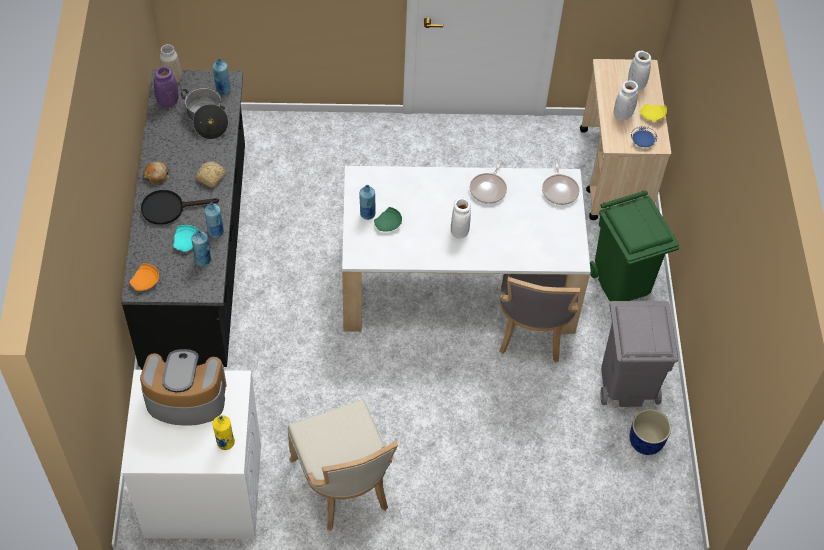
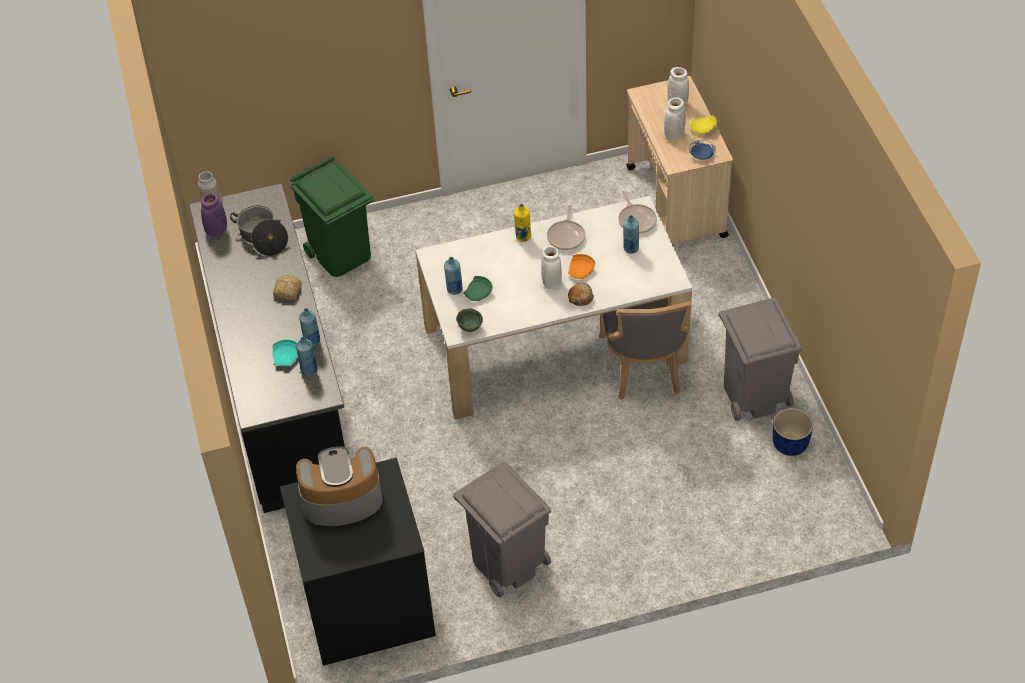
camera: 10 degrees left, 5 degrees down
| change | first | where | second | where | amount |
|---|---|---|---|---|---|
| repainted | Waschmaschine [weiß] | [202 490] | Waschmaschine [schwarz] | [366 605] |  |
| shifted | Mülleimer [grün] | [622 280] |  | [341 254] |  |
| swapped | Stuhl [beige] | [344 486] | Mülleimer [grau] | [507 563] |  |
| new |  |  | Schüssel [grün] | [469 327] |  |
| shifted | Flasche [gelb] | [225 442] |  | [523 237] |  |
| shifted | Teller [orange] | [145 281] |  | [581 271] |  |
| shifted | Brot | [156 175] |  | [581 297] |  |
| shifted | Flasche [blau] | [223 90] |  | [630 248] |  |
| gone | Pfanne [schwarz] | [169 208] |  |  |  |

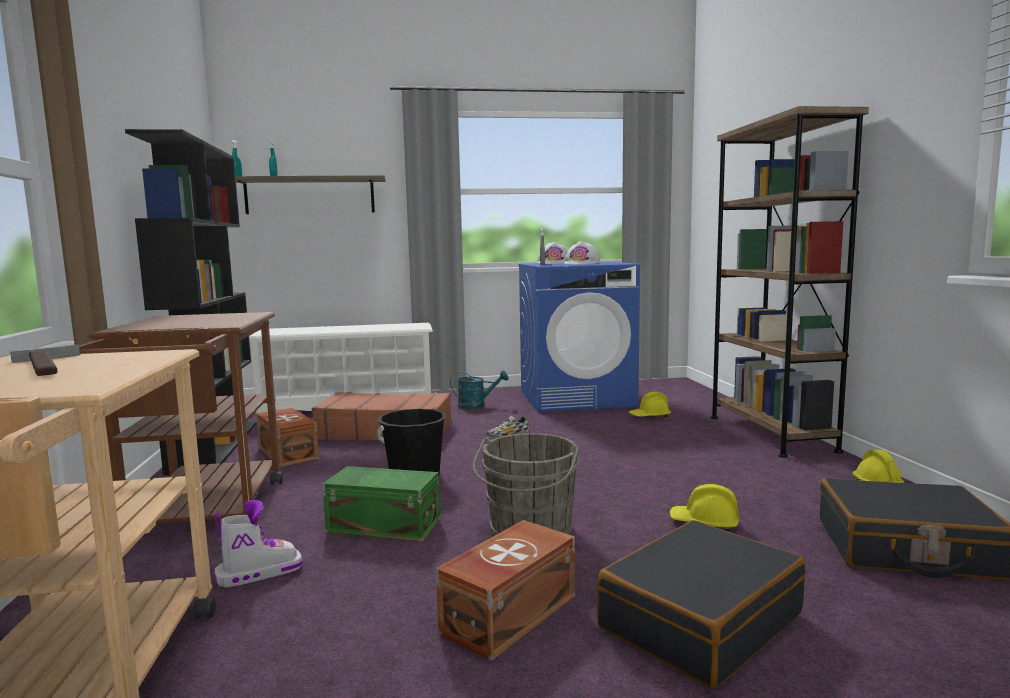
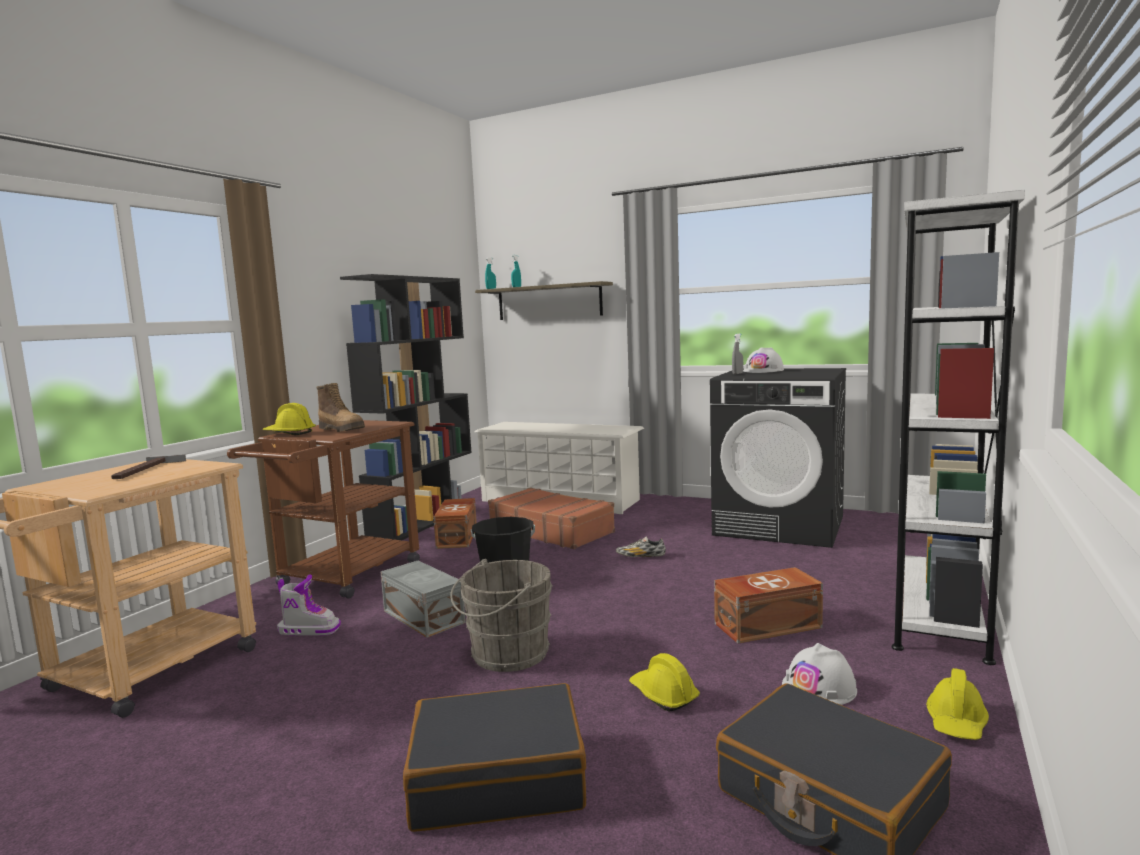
camera: 35 degrees right, 0 degrees up
| change | first | where | second | where | amount |
|---|---|---|---|---|---|
| shifted | Schutzhelm [gelb] | [649 416] |  | [289 433] |  |
| new |  |  | Stiefel | [343 430] |  |
| repainted | Aufbewahrungsbox [grün] | [383 525] | Aufbewahrungsbox [grau] | [424 616] |  |
| repainted | Waschmaschine [blau] | [577 398] | Waschmaschine [schwarz] | [780 525] |  |
| shifted | Aufbewahrungsbox [braun] | [506 614] |  | [765 625] |  |
| shifted | Schutzhelm [weiß] | [582 263] |  | [819 688] |  |
| repainted | Bücherregal [braun] | [770 433] | Bücherregal [weiß] | [939 615] |  |
| gone | Gießkanne [türkis] | [477 405] |  |  |  |

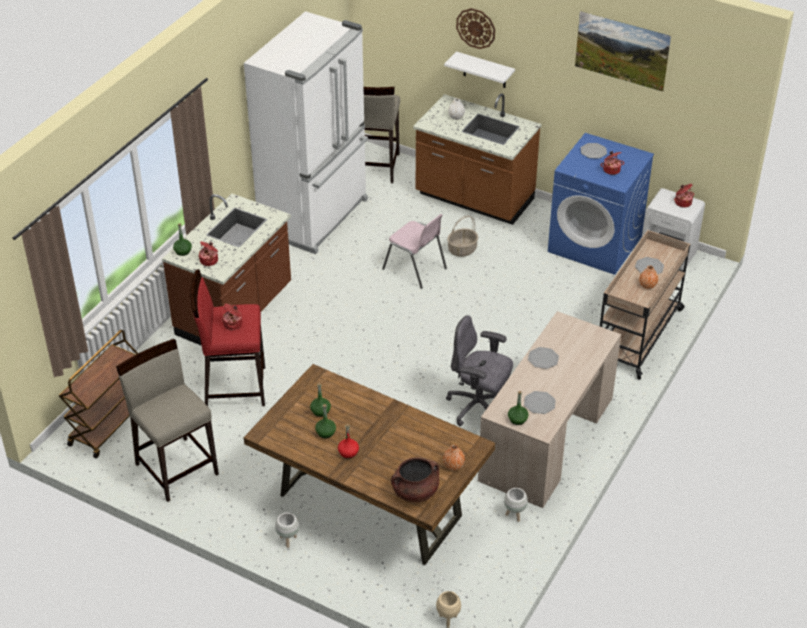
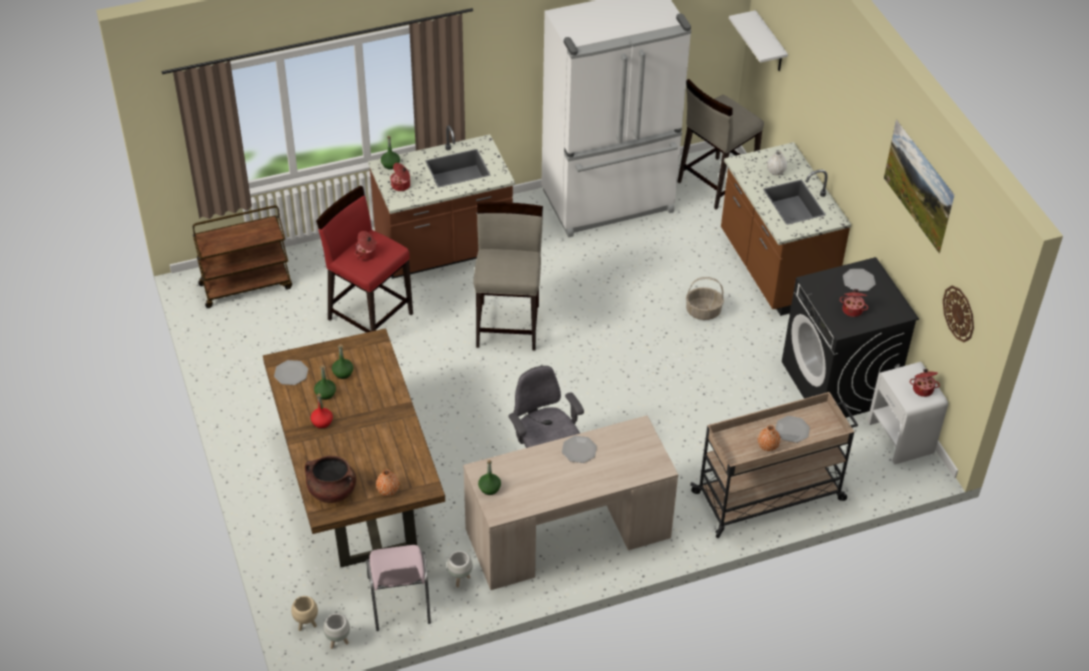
camera: 40 degrees right, 5 degrees up
| change | first | where | second | where | amount |
|---|---|---|---|---|---|
| shifted | Teller | [539 403] |  | [291 373] |  |
| shifted | Pflanzkübel [weiß] | [288 540] |  | [338 642] |  |
| shifted | Stuhl [rosa] | [415 269] |  | [399 601] |  |
| shifted | Hocker [beige] | [177 468] |  | [508 325] |  |
| shifted | Wandregal [weiß] | [485 70] |  | [770 43] |  |
| repainted | Waschmaschine [blau] | [595 244] | Waschmaschine [schwarz] | [838 383] |  |
| shifted | Wanduhr | [476 28] |  | [959 313] |  |

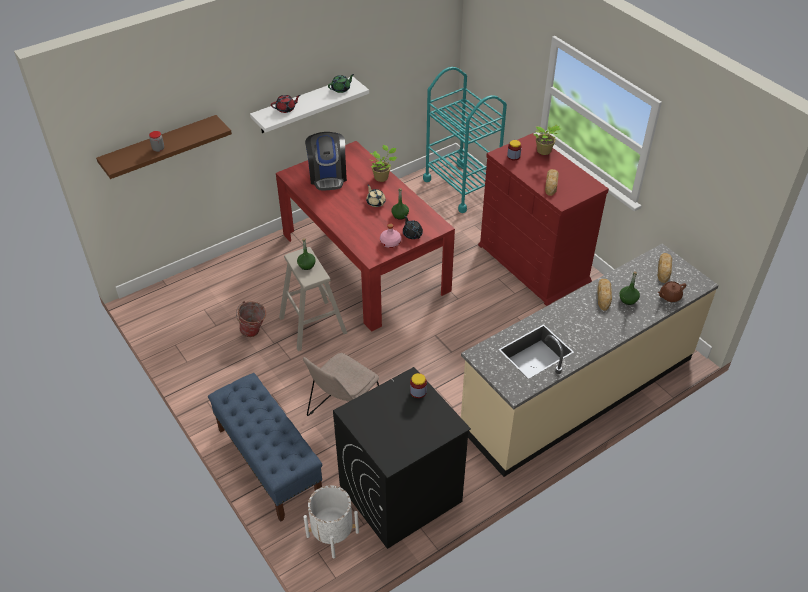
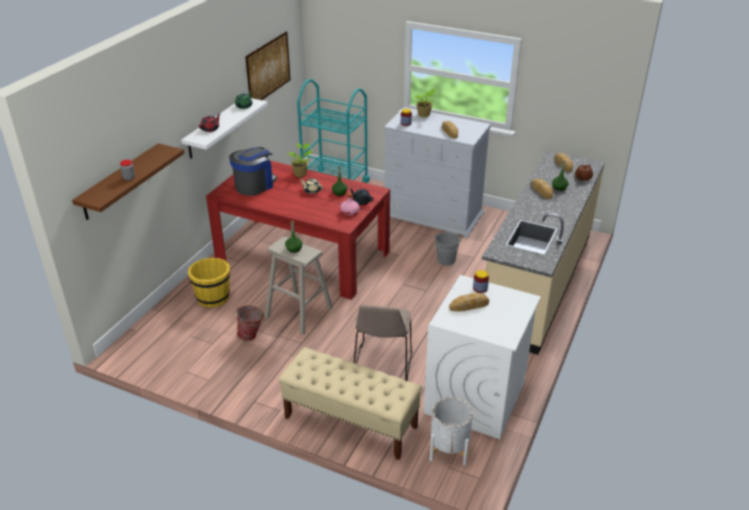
camera: 30 degrees left, 10 degrees down
| change | first | where | second | where | amount |
|---|---|---|---|---|---|
| new |  |  | Eimer [gelb] | [213 298] |  |
| rotated | Kaffeemaschine | [328 176] |  | [254 185] | 105 degrees counterclockwise |
| new |  |  | Bild | [268 68] |  |
| repainted | Bank [blau] | [269 462] | Bank [beige] | [350 422] |  |
| repainted | Kommode [rot] | [533 263] | Kommode [weiß] | [433 215] |  |
| repainted | Waschmaschine [schwarz] | [400 494] | Waschmaschine [weiß] | [475 398] |  |
| new |  |  | Eimer [grau] | [445 261] |  |
| new |  |  | Brot | [469 305] |  |

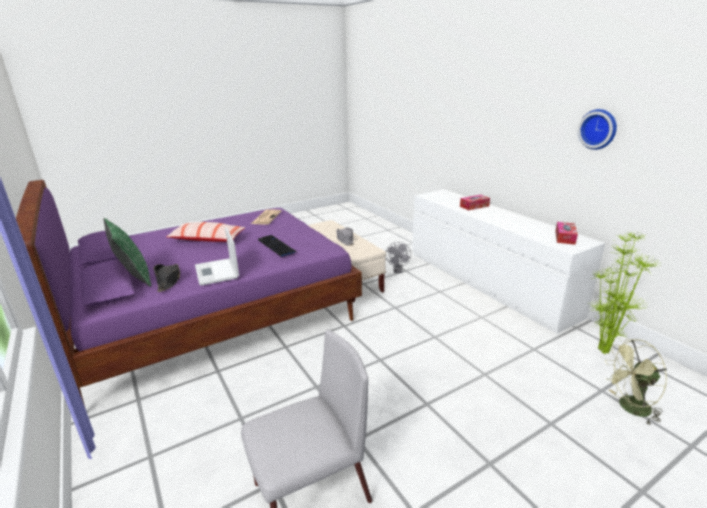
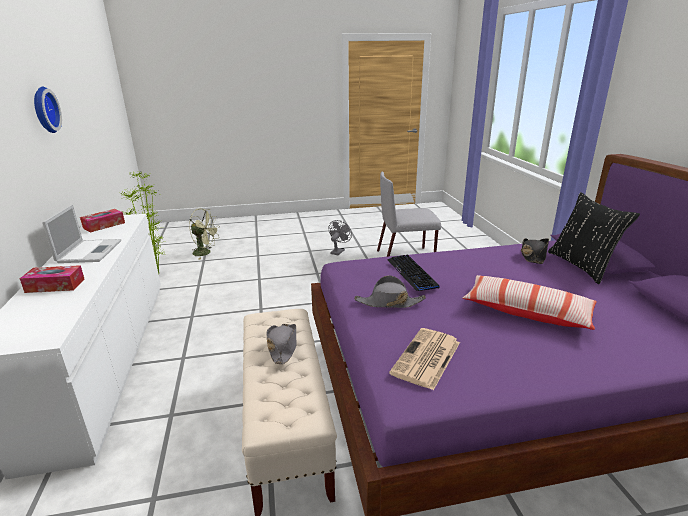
camera: 160 degrees left, 0 degrees up
| change | first | where | second | where | amount |
|---|---|---|---|---|---|
| shifted | Laptop | [217 272] |  | [90 251] |  |
| shifted | Ventilator [grau] | [398 271] |  | [338 251] |  |
| new |  |  | Hut [grau] | [389 302] |  |
| repainted | Kissen [grün] | [134 277] | Kissen [schwarz] | [581 266] |  |

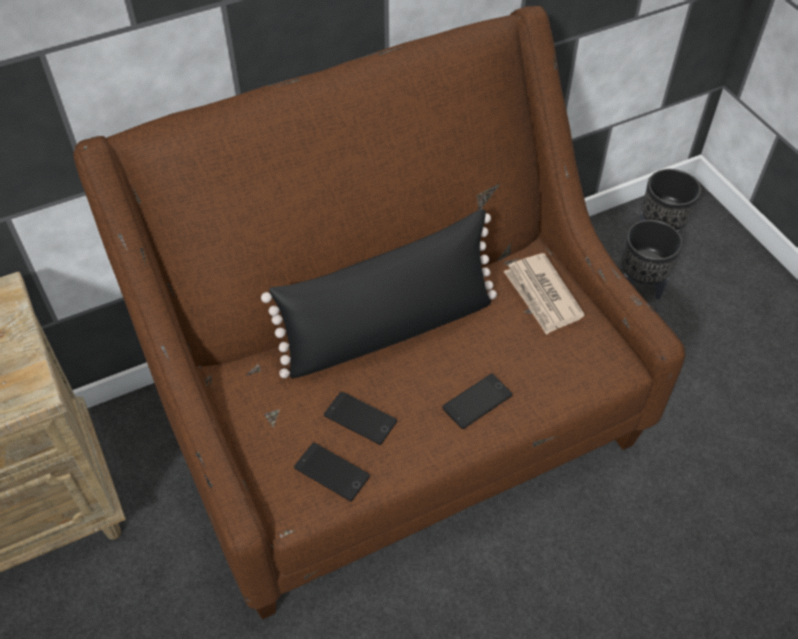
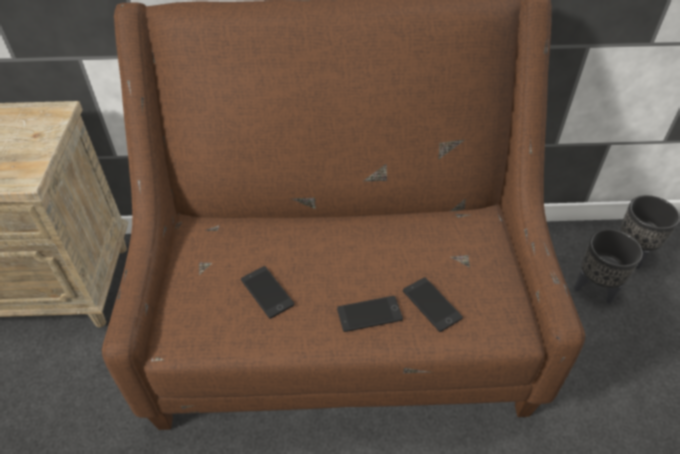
camera: 25 degrees right, 5 degrees down
| change | first | where | second | where | amount |
|---|---|---|---|---|---|
| shifted | Handy | [332 472] |  | [431 304] |  |
| gone | Kissen [schwarz] | [389 329] |  |  |  |
| gone | Zeitung | [542 296] |  |  |  |

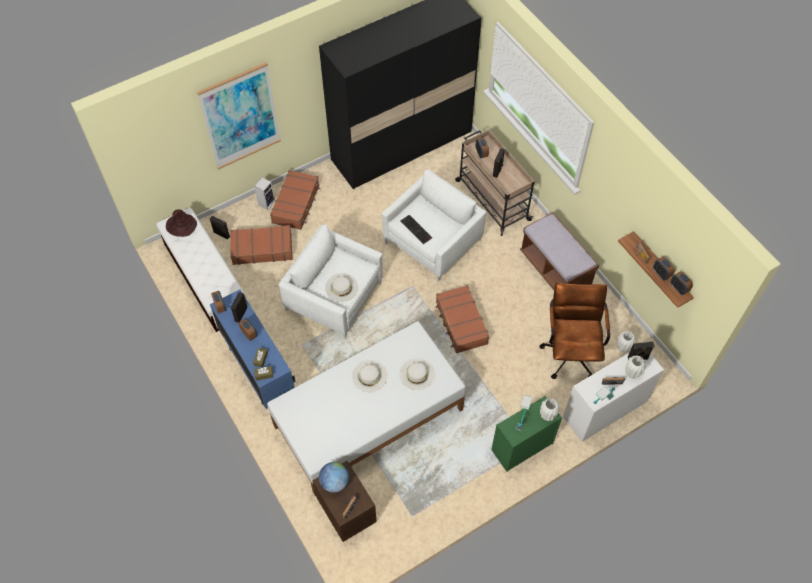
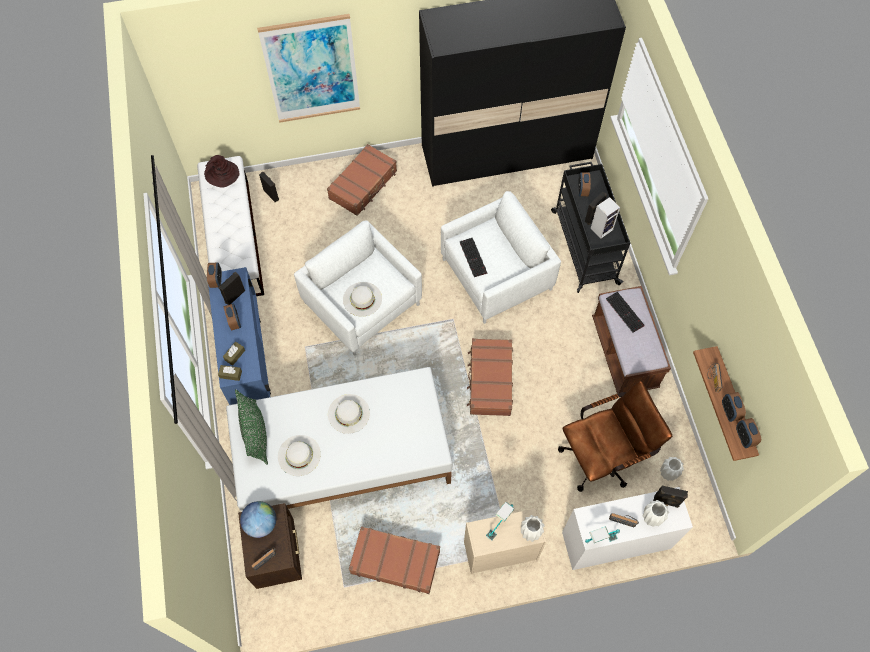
camera: 20 degrees right, 5 degrees up
| change | first | where | second | where | amount |
|---|---|---|---|---|---|
| new |  |  | Kissen [grün] | [255 433] |  |
| shifted | Hut [weiß] | [417 374] |  | [299 455] |  |
| shifted | Koffer [braun] | [262 249] |  | [395 561] |  |
| repainted | Kommode [grün] | [521 447] | Kommode [beige] | [499 551] |  |
| repainted | Rollwagen [beige] | [492 199] | Rollwagen [schwarz] | [584 246] |  |
| rotated | Bürostuhl [braun] | [570 351] |  | [603 456] | 45 degrees clockwise |
| shifted | Lautsprecher | [266 202] |  | [602 228] |  |
| new |  |  | Tastatur | [625 312] |  |

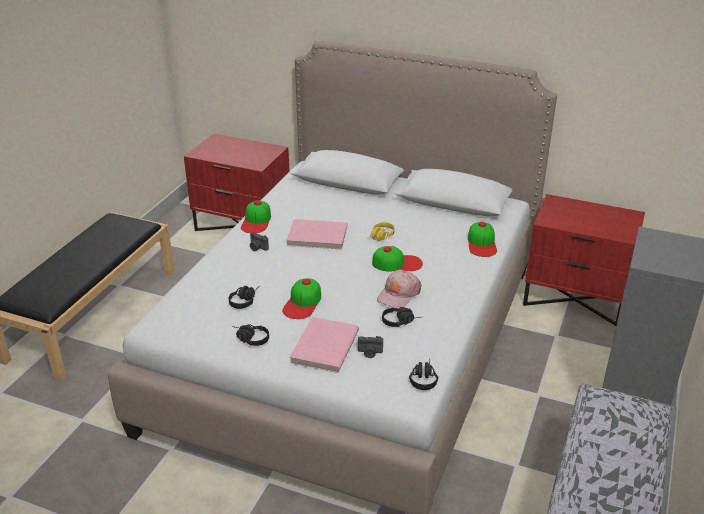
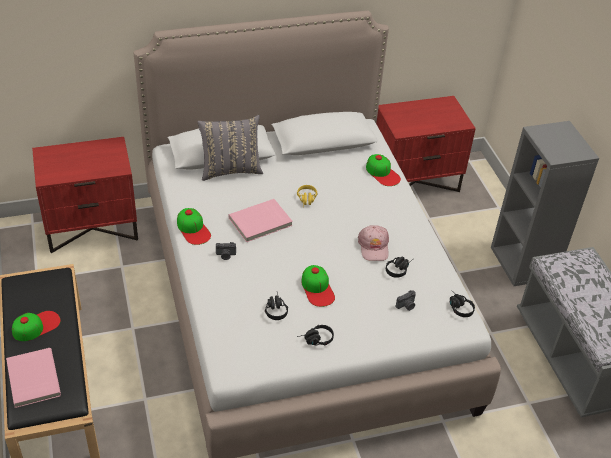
camera: 40 degrees left, 10 degrees up
| change | first | where | second | where | amount |
|---|---|---|---|---|---|
| shifted | Buch [rosa] | [323 346] |  | [32 379] |  |
| shifted | Kappe | [397 263] |  | [36 326] |  |
| new |  |  | Kissen [grau] | [230 170] |  |

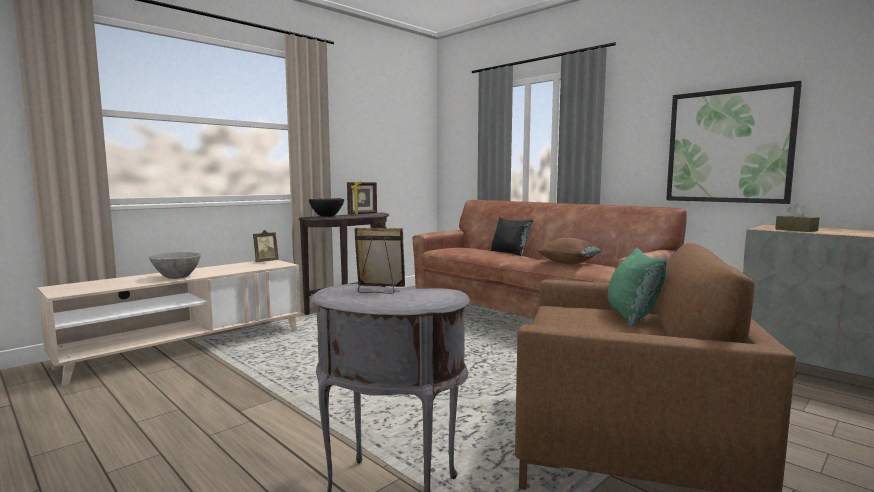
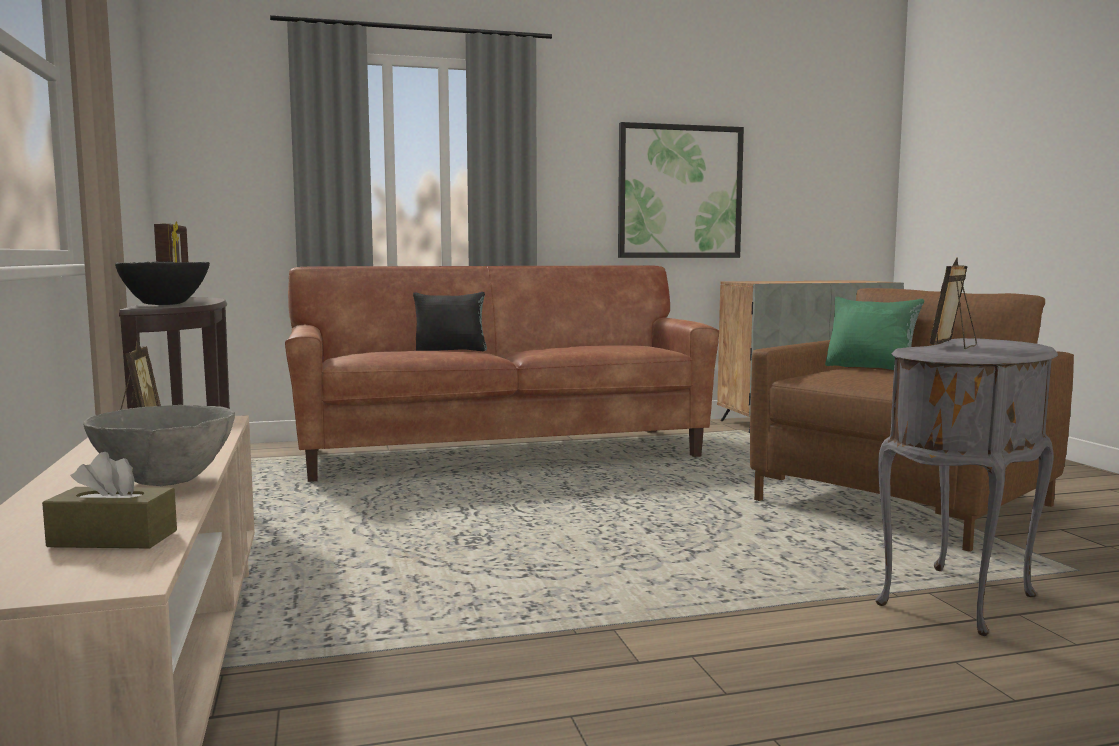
camera: 60 degrees left, 0 degrees up
| change | first | where | second | where | amount |
|---|---|---|---|---|---|
| shifted | Taschentuchbox [braun] | [796 230] |  | [113 539] |  |
| gone | Kissen [braun] | [568 263] |  |  |  |

